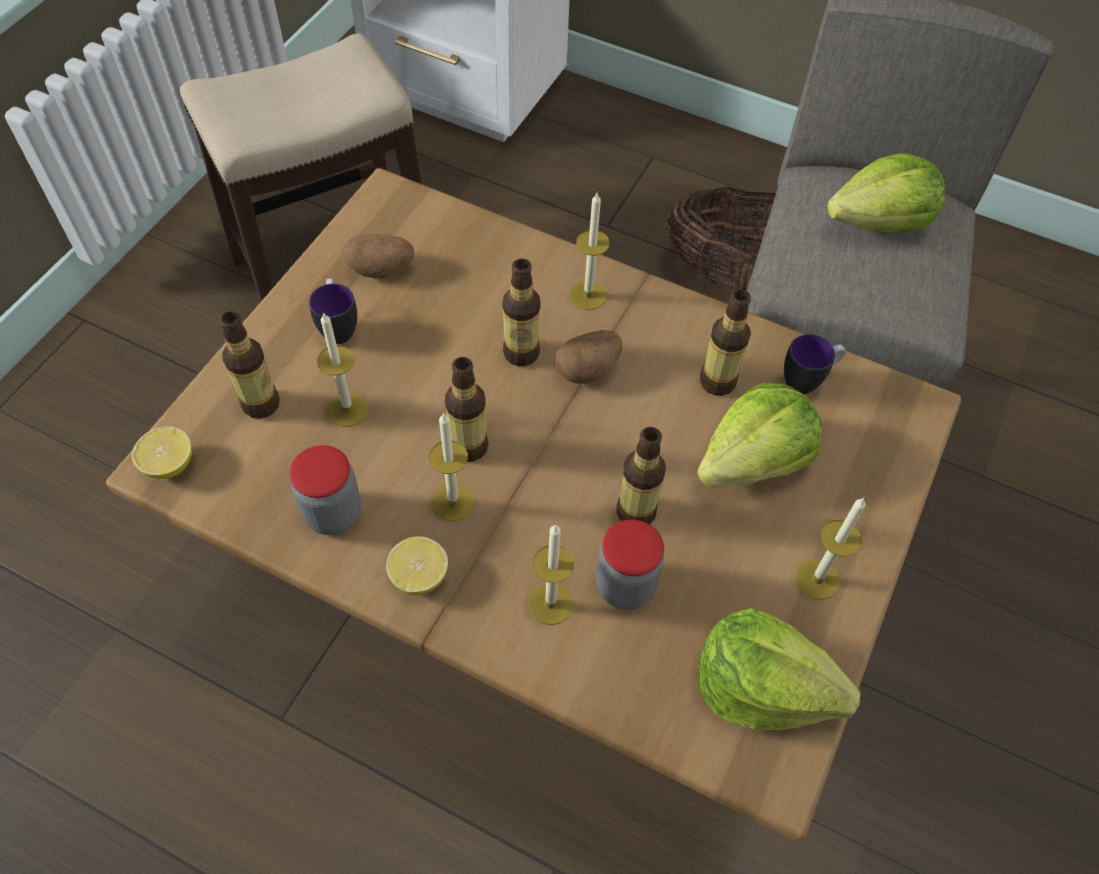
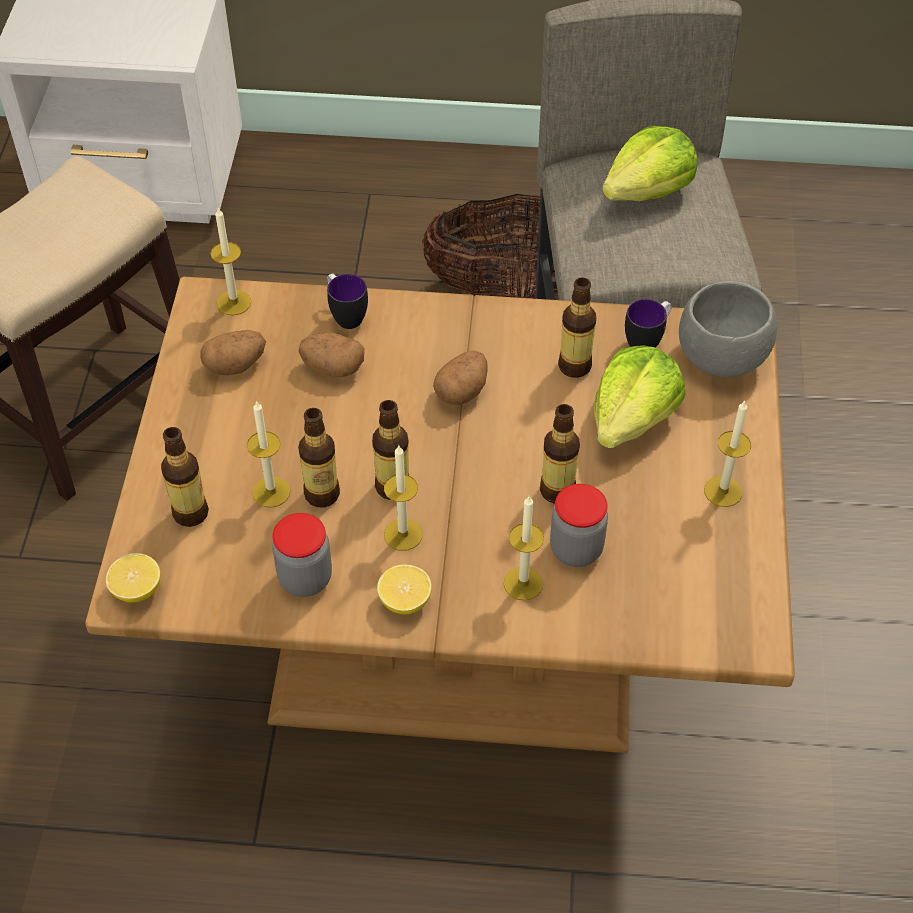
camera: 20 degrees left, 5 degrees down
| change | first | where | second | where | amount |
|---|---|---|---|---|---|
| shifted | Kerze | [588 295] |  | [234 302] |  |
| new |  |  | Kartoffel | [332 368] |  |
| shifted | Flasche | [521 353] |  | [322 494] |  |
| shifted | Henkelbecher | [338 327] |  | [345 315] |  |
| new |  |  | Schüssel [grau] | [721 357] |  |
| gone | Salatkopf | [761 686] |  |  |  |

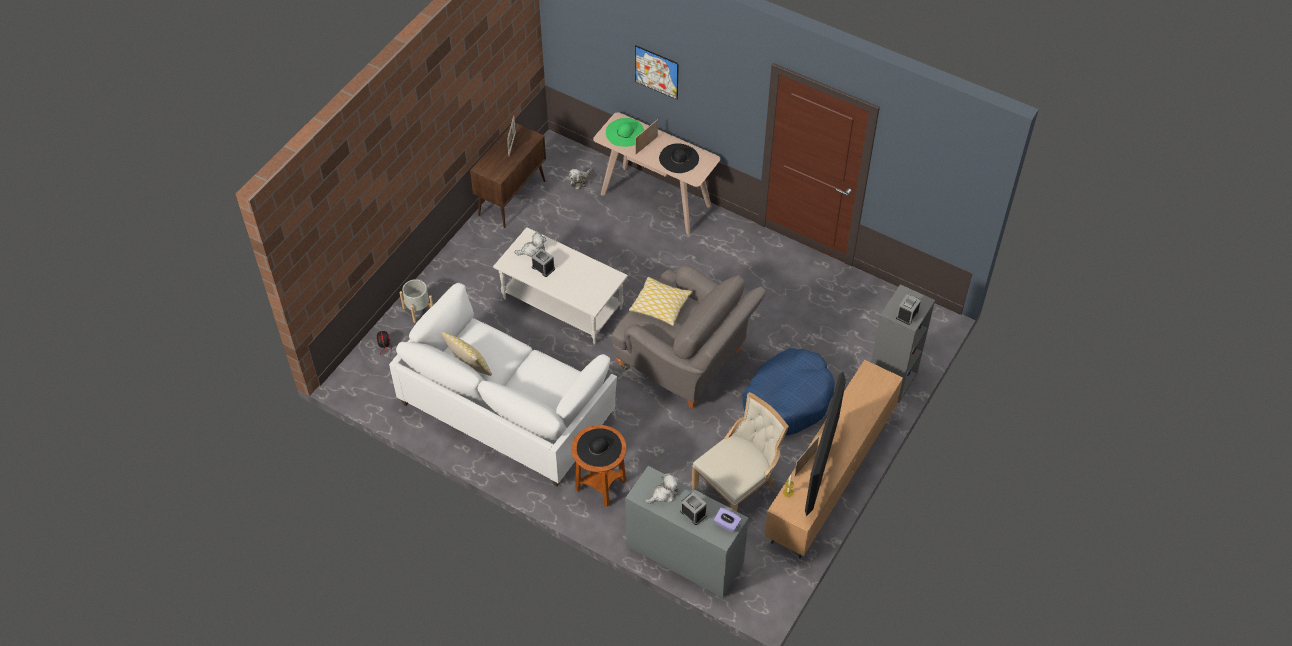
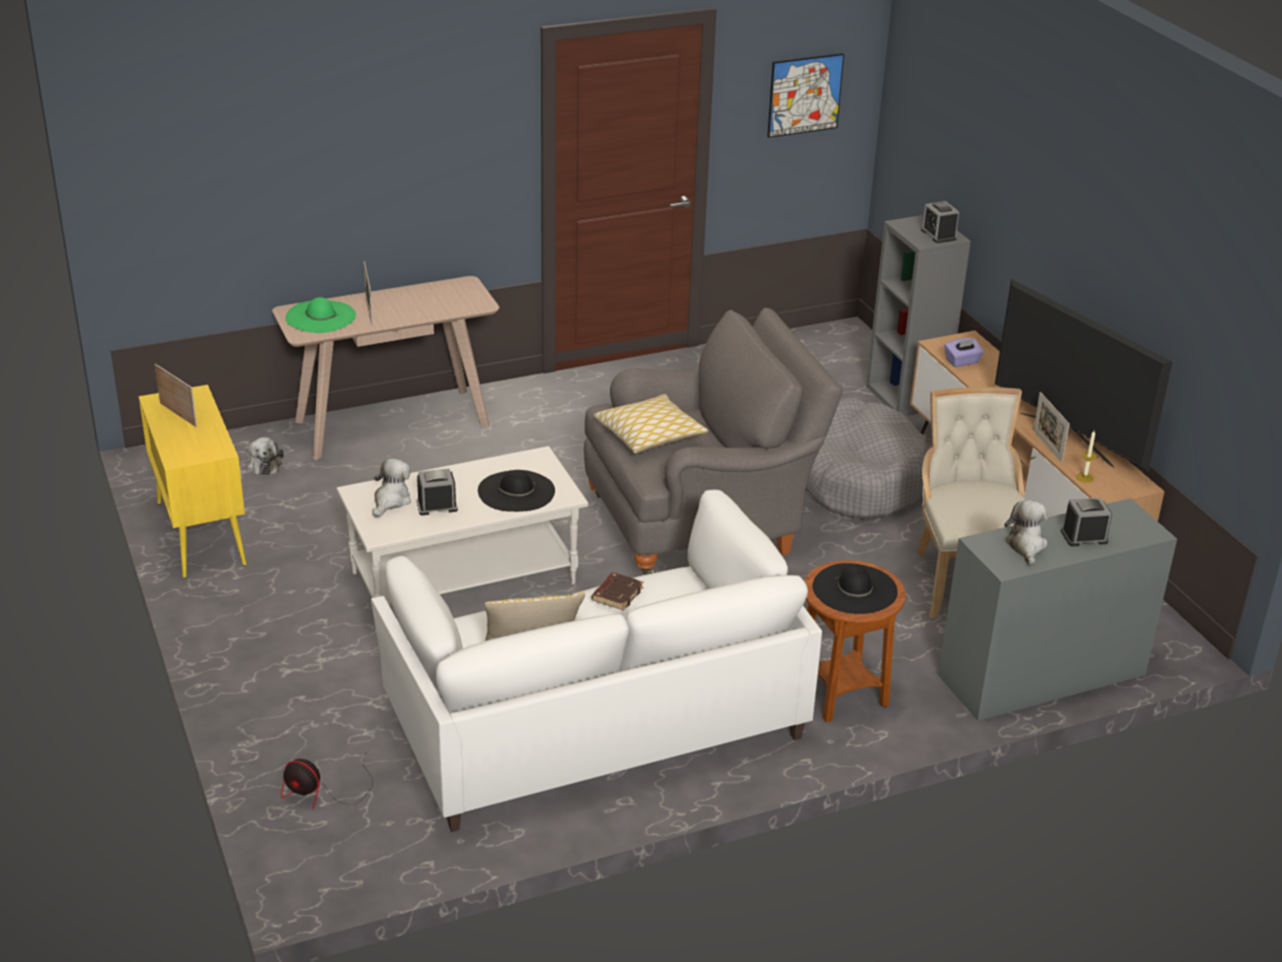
camera: 55 degrees left, 20 degrees down
| change | first | where | second | where | amount |
|---|---|---|---|---|---|
| repainted | Schrank [braun] | [512 197] | Schrank [gelb] | [200 532] |  |
| shifted | Hut [schwarz] | [679 158] |  | [516 491] |  |
| new |  |  | Buch [braun] | [617 594] |  |
| shifted | Bild | [656 72] |  | [805 95] |  |
| repainted | Hundebett [blau] | [787 399] | Hundebett [grau] | [856 477] |  |
| shifted | Taschentuchbox [lila] | [727 524] |  | [962 362] |  |
| gone | Pflanzkübel [grau] | [418 309] |  |  |  |

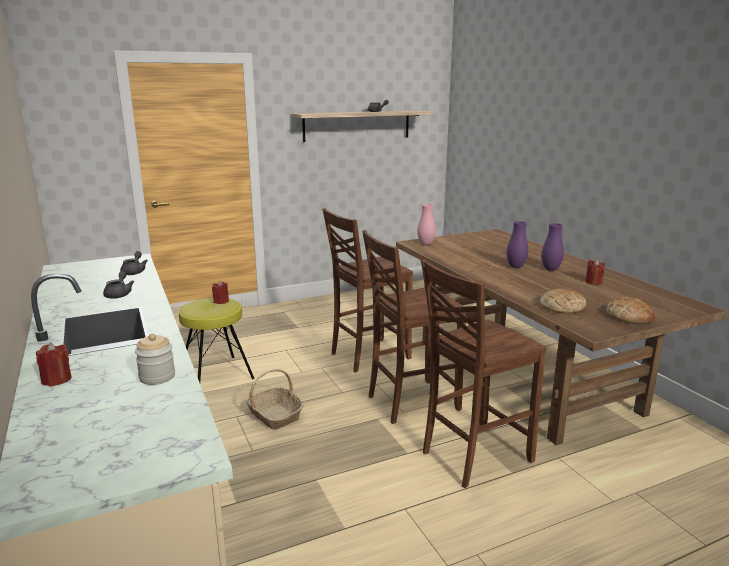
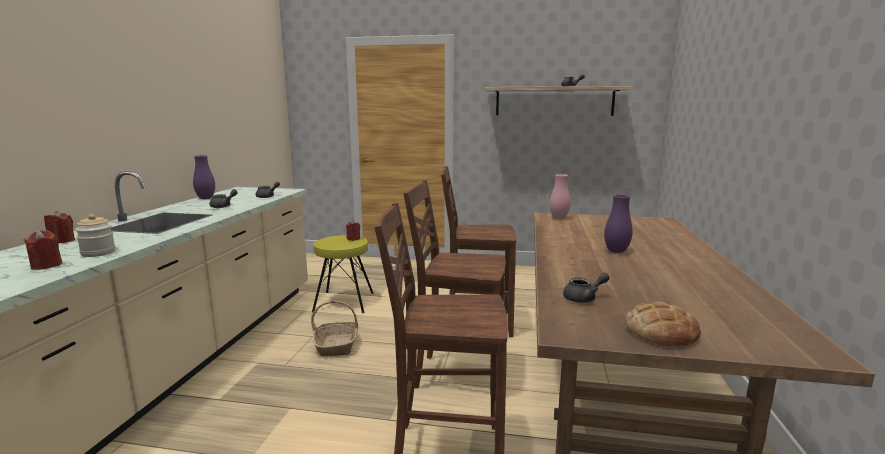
camera: 35 degrees right, 5 degrees down
| change | first | where | second | where | amount |
|---|---|---|---|---|---|
| shifted | Kerze [rot] | [593 282] |  | [46 265] |  |
| shifted | Vase [lila] | [550 269] |  | [206 198] |  |
| swapped | Brot | [562 306] | Teekanne [grau] | [584 298] |  |

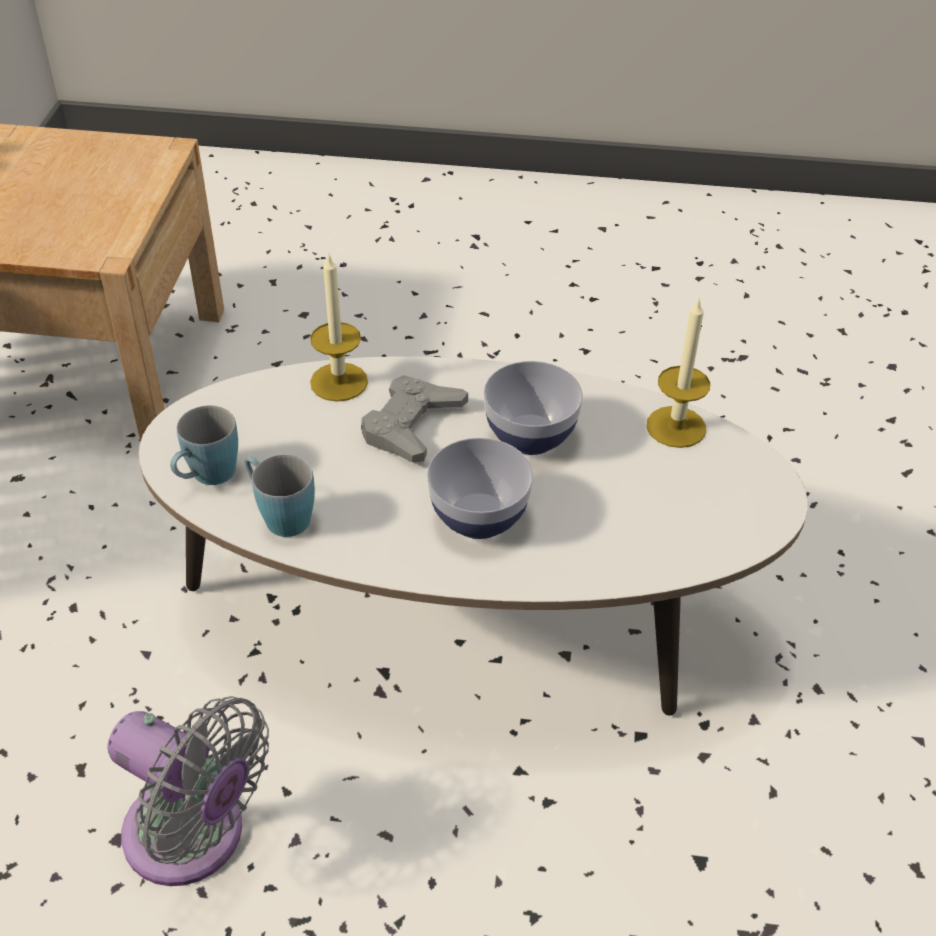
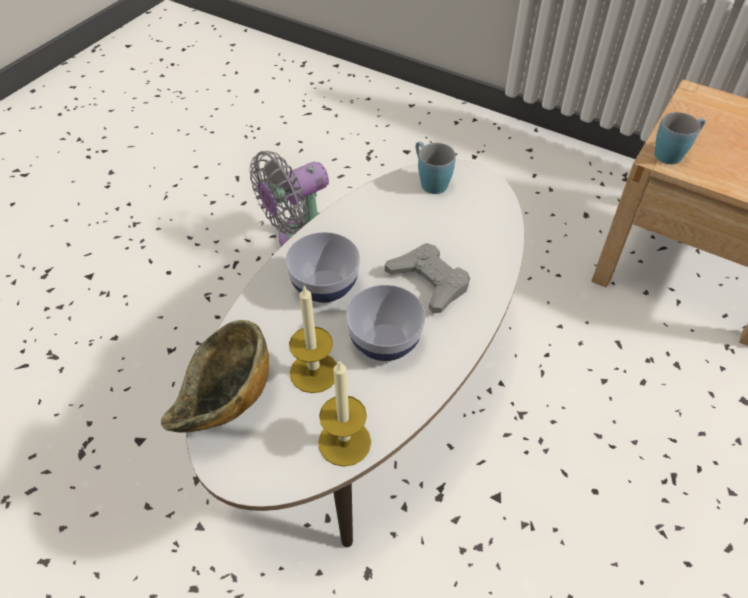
camera: 115 degrees right, 5 degrees up
| change | first | where | second | where | amount |
|---|---|---|---|---|---|
| new |  |  | Schüssel | [225 404] |  |
| shifted | Kerze | [339 382] |  | [314 372] |  |
| shifted | Henkelbecher [blau] | [279 515] |  | [673 153] |  |

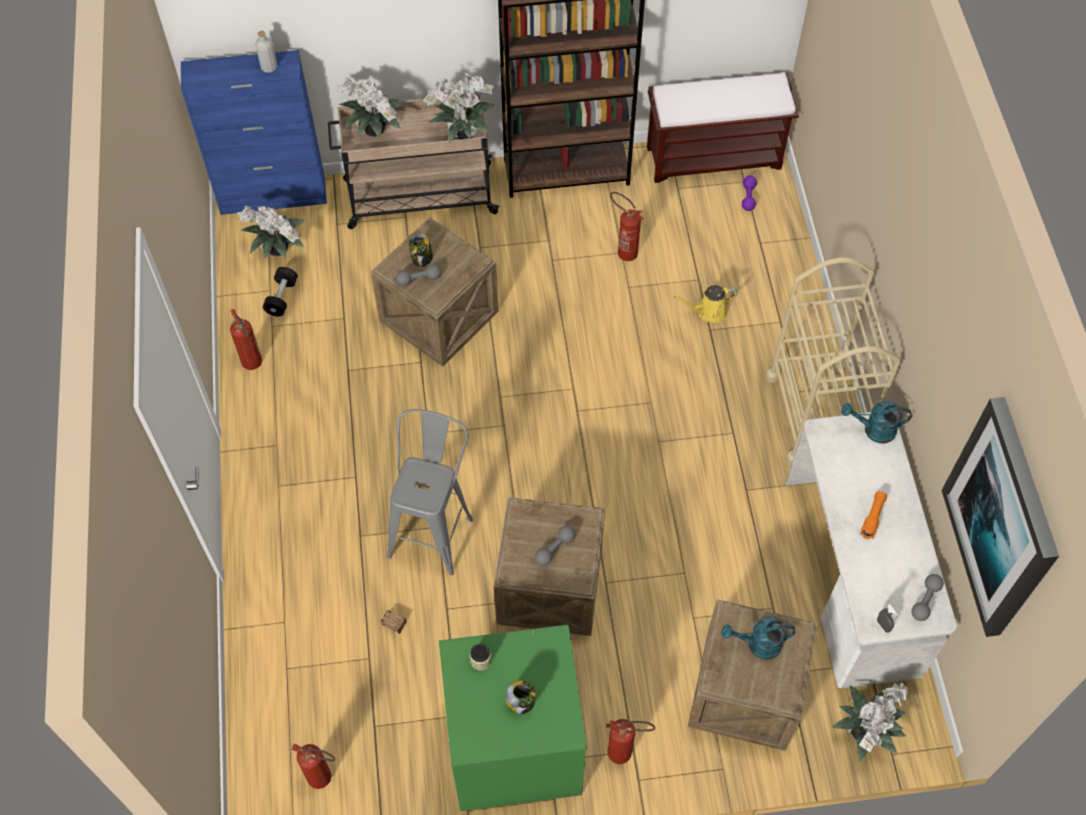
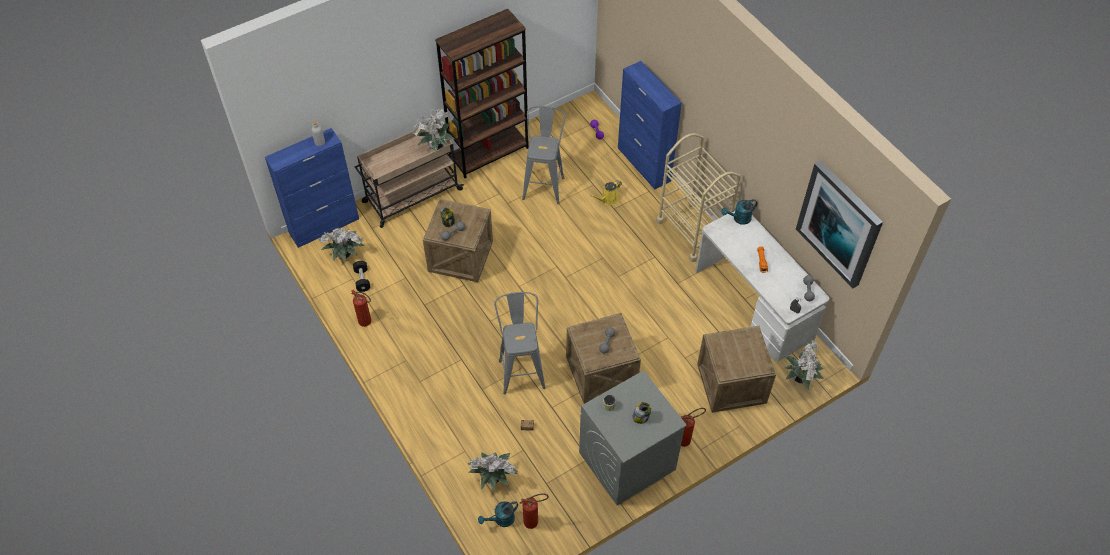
camera: 25 degrees left, 5 degrees down
| change | first | where | second | where | amount |
|---|---|---|---|---|---|
| shifted | Topfpflanze | [375 132] |  | [495 479] |  |
| shifted | Gießkanne [türkis] | [758 645] |  | [501 520] |  |
| swapped | Feuerlöscher | [623 251] | Hocker [grau] | [544 184] |  |
| repainted | Waschmaschine [grün] | [513 747] | Waschmaschine [grau] | [627 461] |  |
| new |  |  | Schrank [blau] | [644 164] |  |
| gone | Bank [braun] | [715 157] |  |  |  |

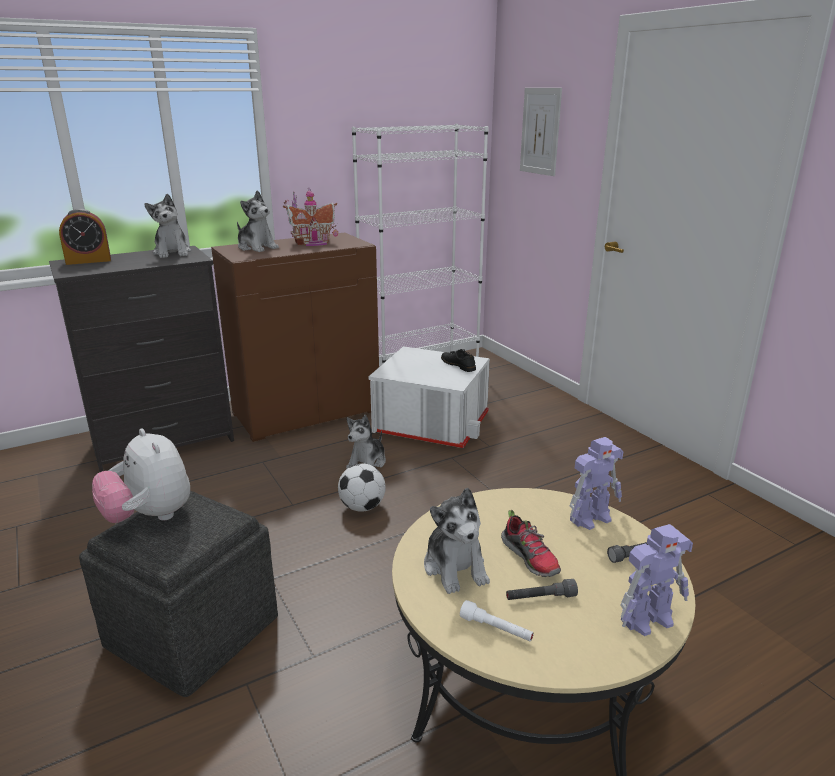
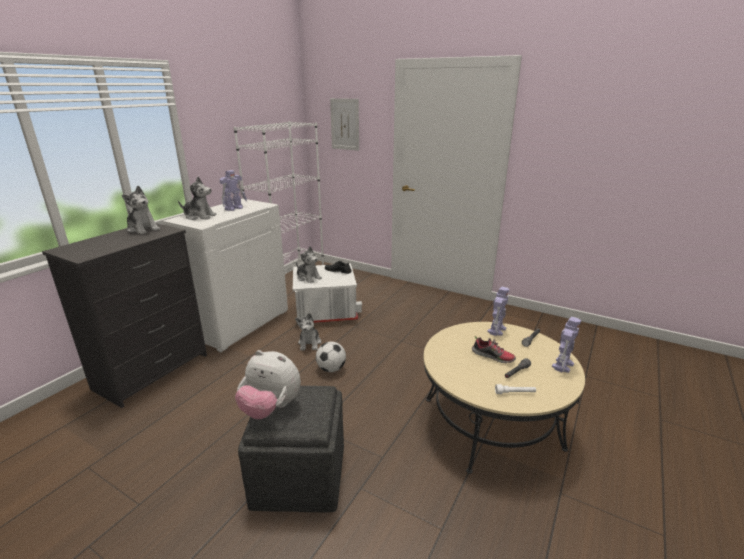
camera: 30 degrees left, 0 degrees up
| change | first | where | second | where | amount |
|---|---|---|---|---|---|
| repainted | Schrank [braun] | [306 411] | Schrank [weiß] | [239 323] |  |
| swapped | Spielzeughaus | [313 243] | Spielzeugroboter | [234 208] |  |
| shifted | Plüschtier | [455 567] |  | [308 278] |  |
| gone | Wecker | [88 261] |  |  |  |

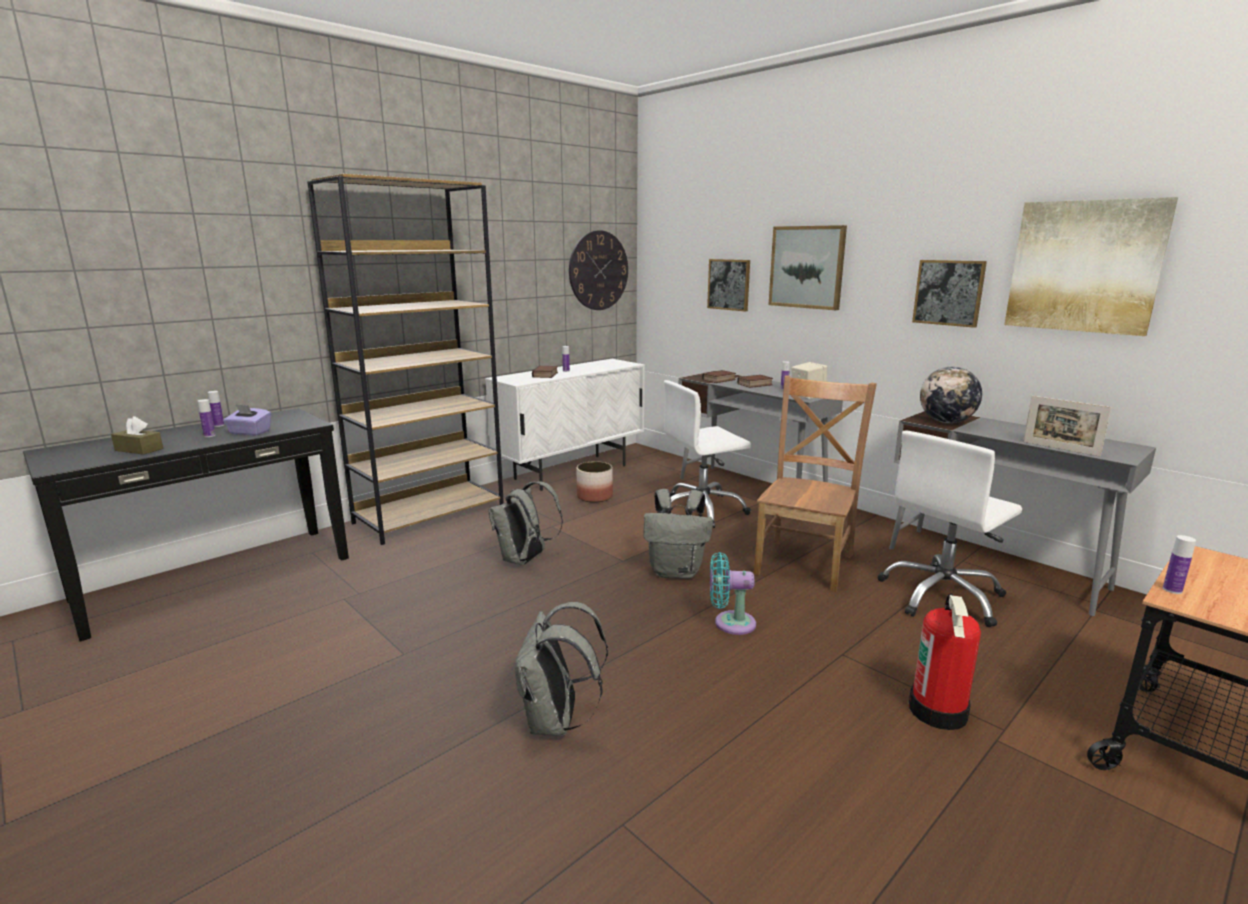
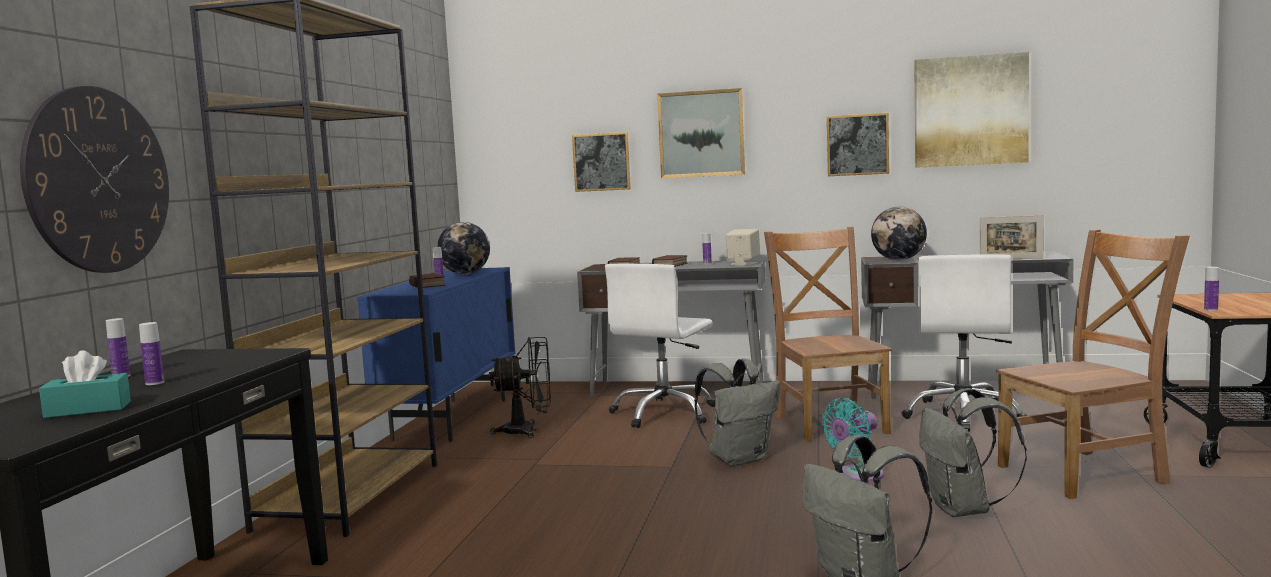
camera: 35 degrees left, 10 degrees down
| change | first | where | second | where | amount |
|---|---|---|---|---|---|
| shifted | Wanduhr | [598 270] |  | [99 180] |  |
| repainted | Taschentuchbox [braun] | [139 449] | Taschentuchbox [türkis] | [88 409] |  |
| repainted | Schrank [weiß] | [571 472] | Schrank [blau] | [452 419] |  |
| new |  |  | Globus | [465 274] |  |
| swapped | Pflanzkübel | [594 497] | Ventilator [schwarz] | [528 431] |  |
| shifted | Rucksack [grau] | [525 560] |  | [964 510] |  |
| swapped | Feuerlöscher | [939 711] | Stuhl [braun] | [1086 473] |  |
| gone | Taschentuchbox [lila] | [249 433] |  |  |  |

